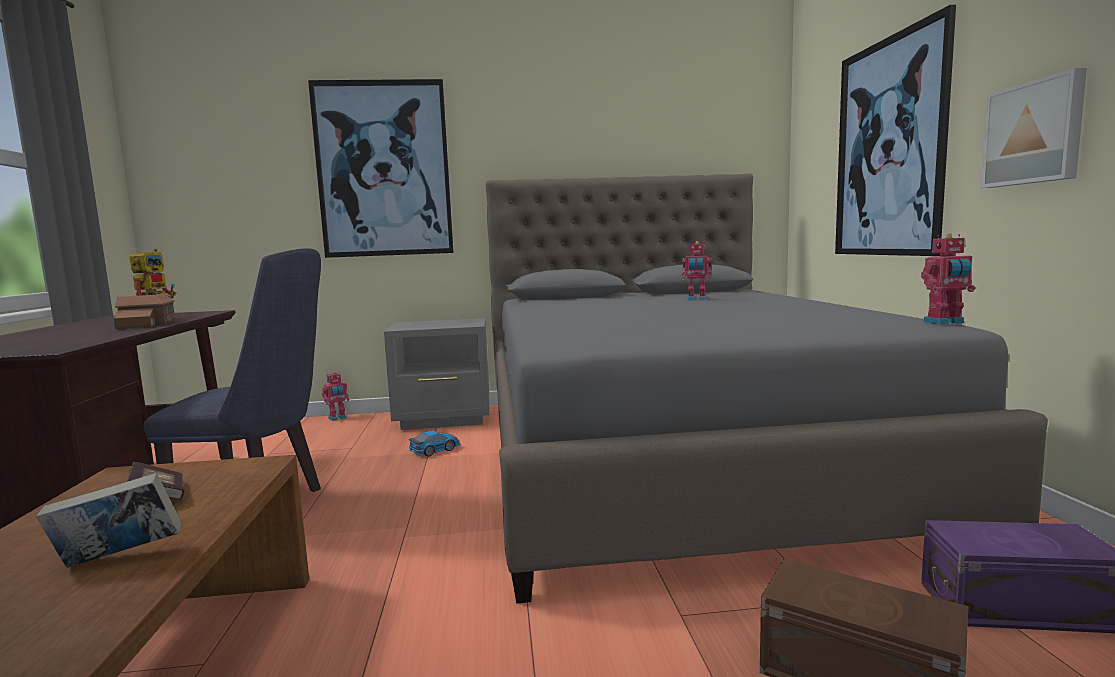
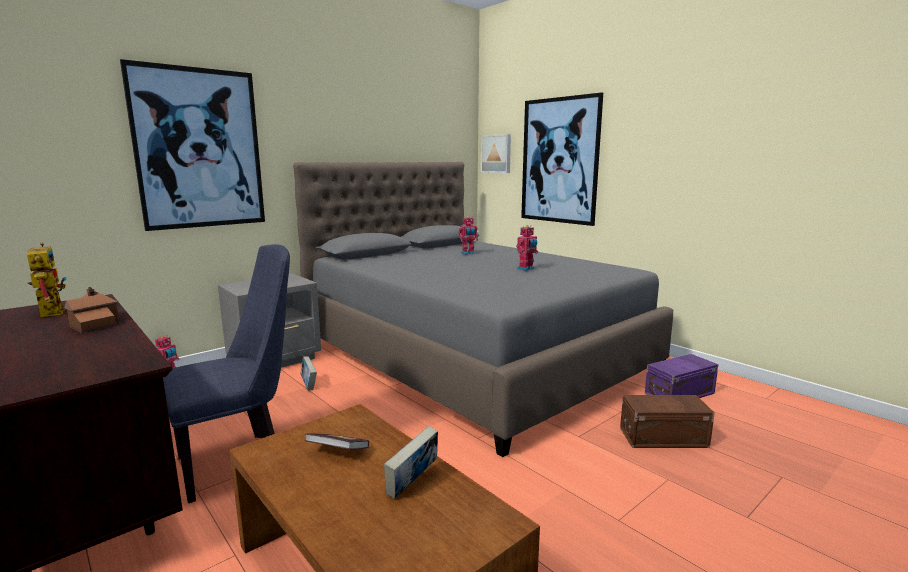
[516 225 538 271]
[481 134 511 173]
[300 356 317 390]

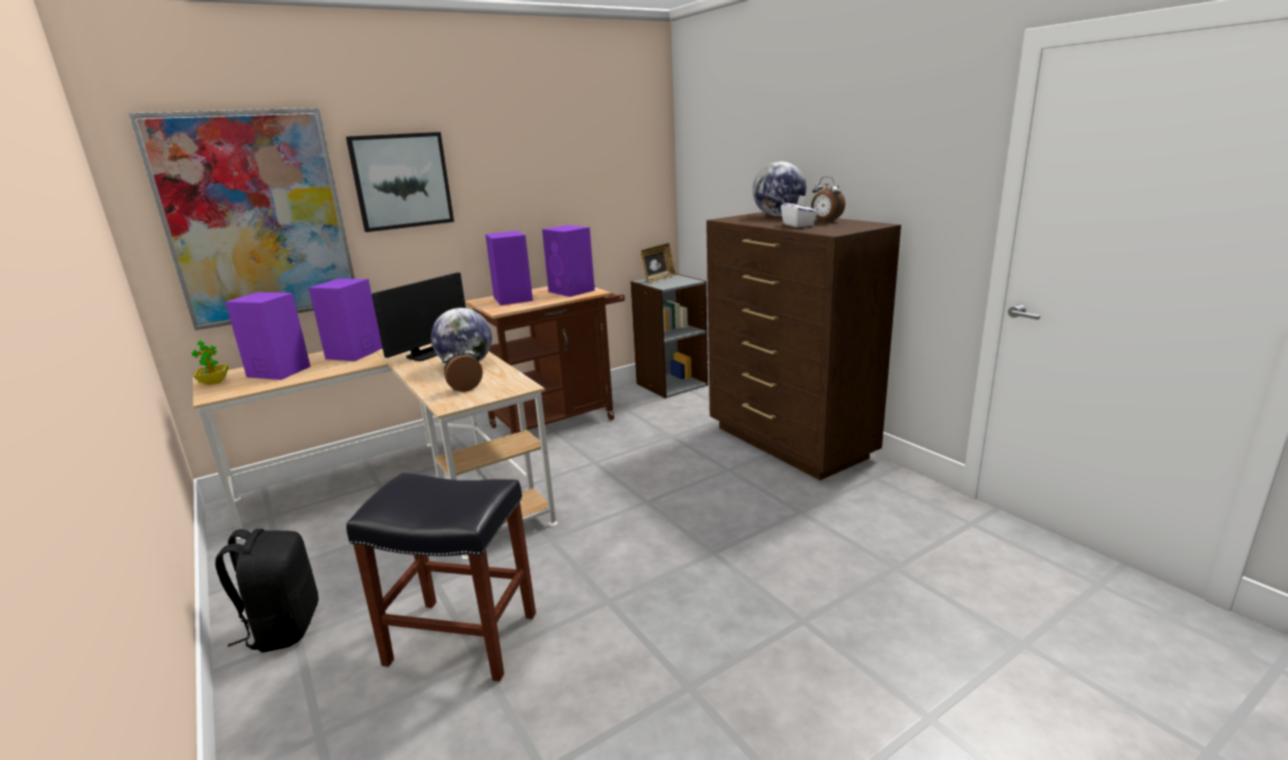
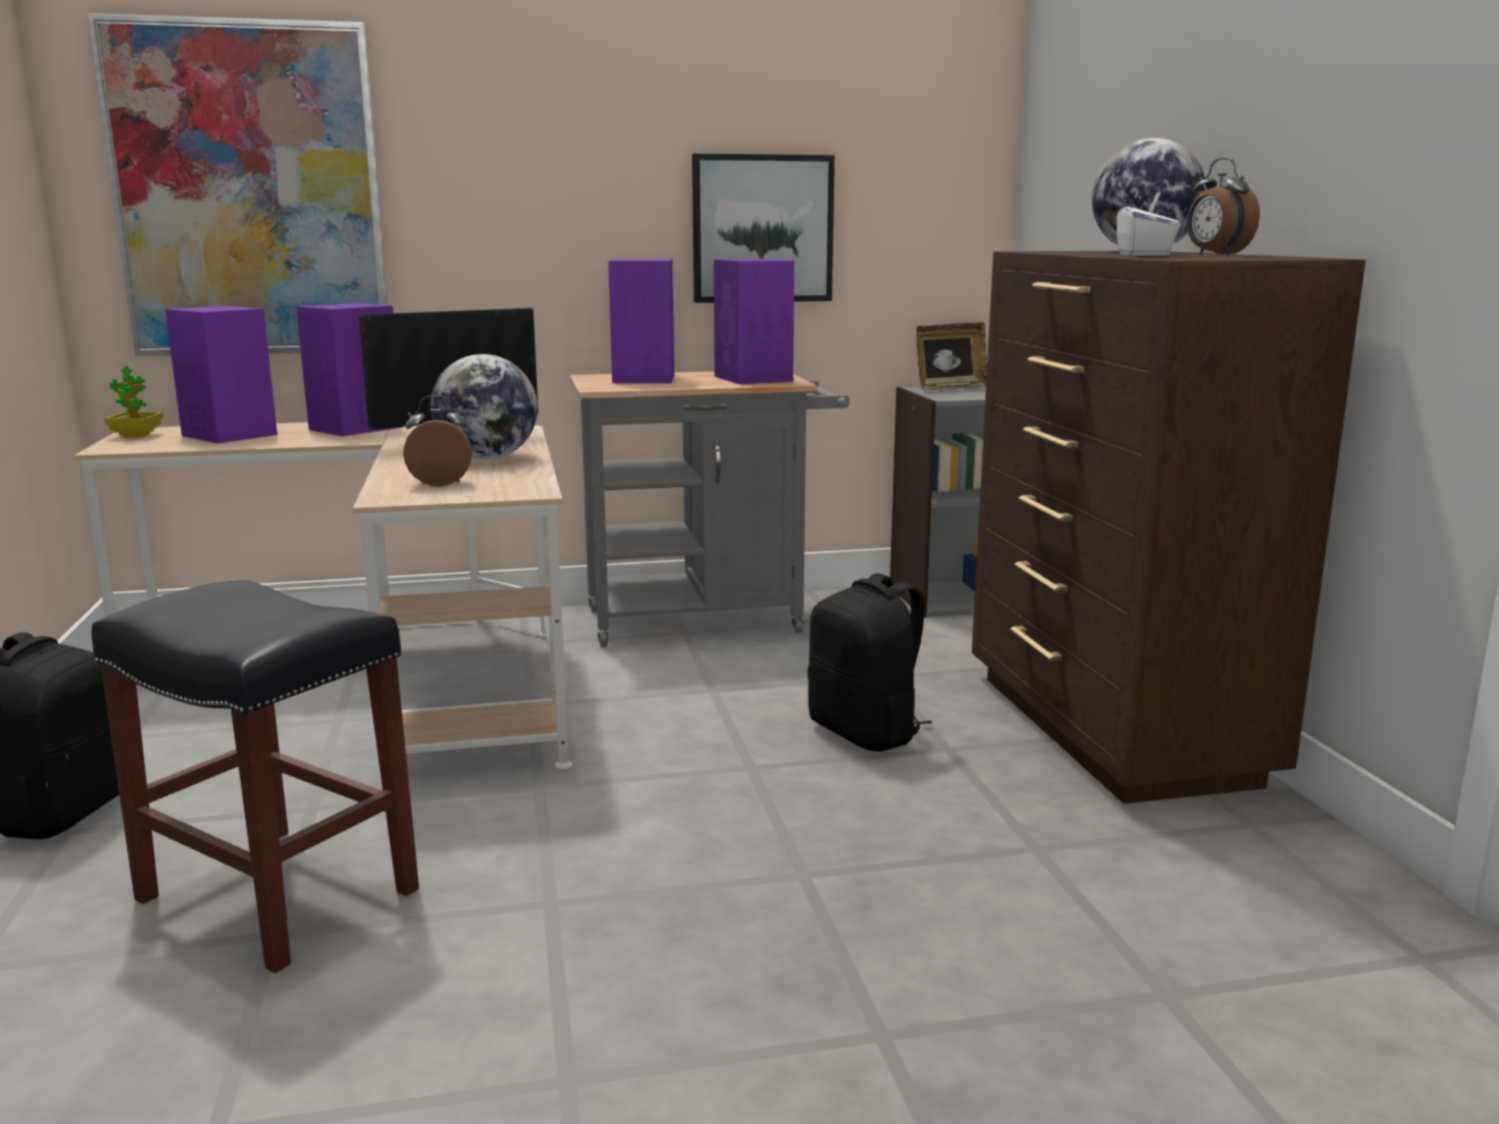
[808 573 932 752]
[692 154 835 303]
[570 371 849 647]

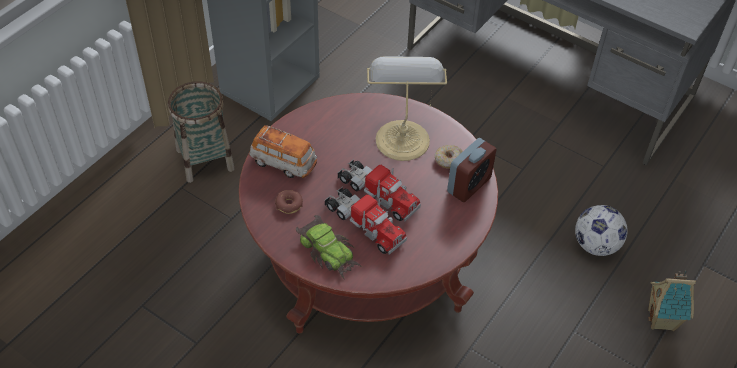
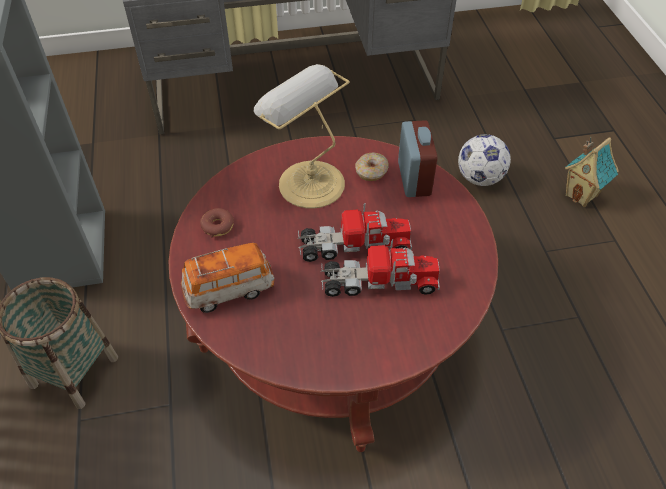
[296 215 362 278] (first image)
[200 208 234 238]

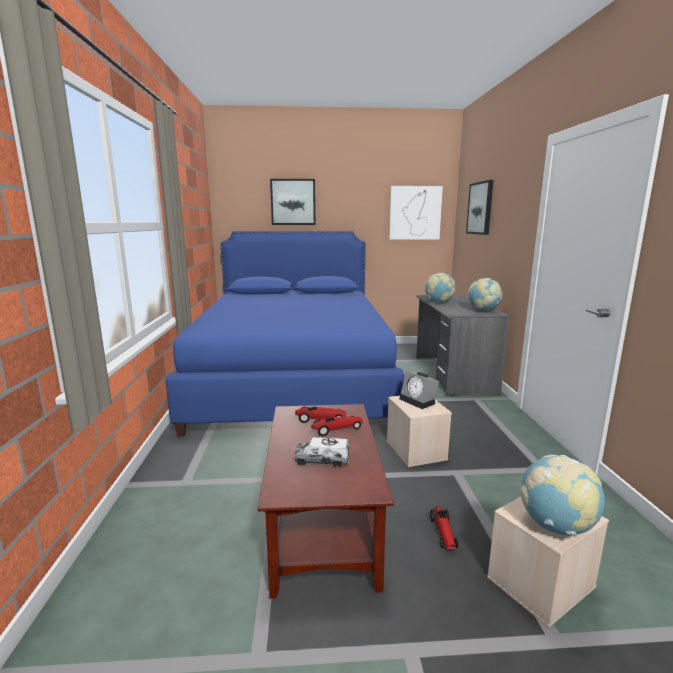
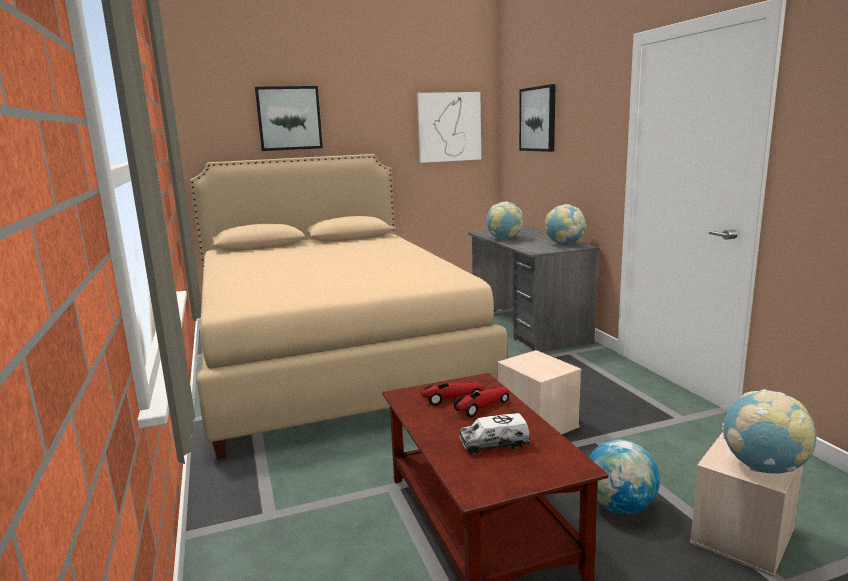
[399 371 439 409] (first image)
[589 440 660 514]
[190 154 507 459]

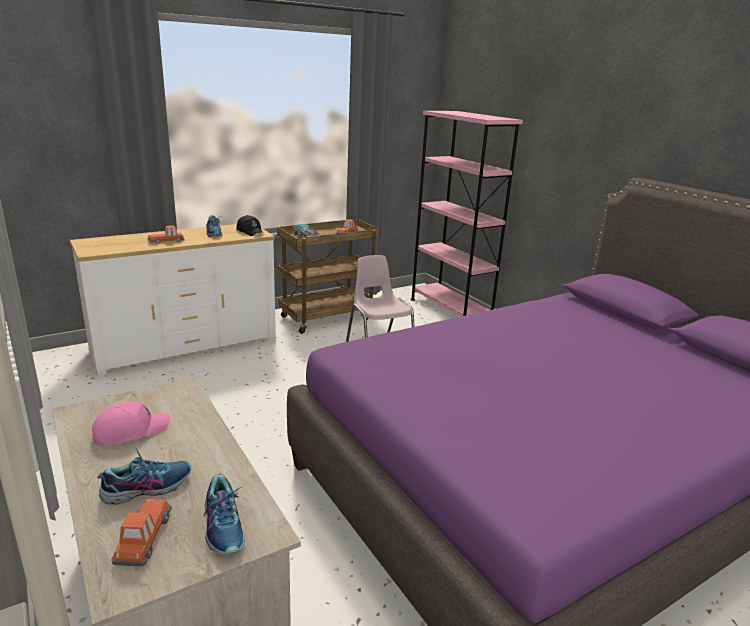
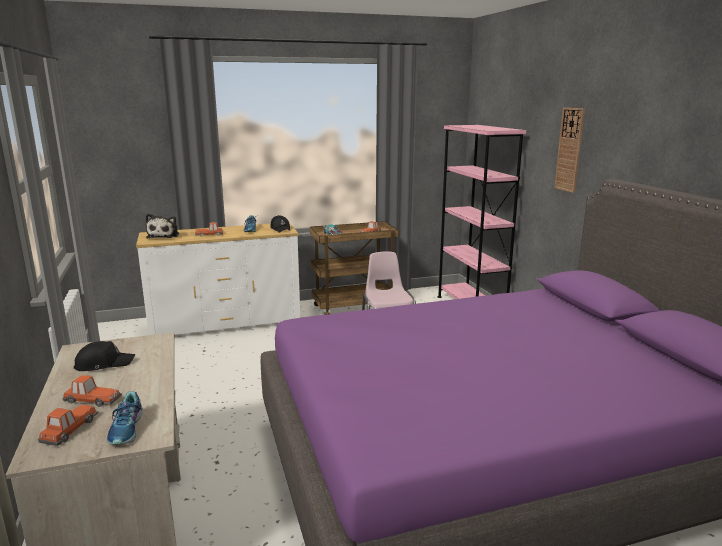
[146 214 179 238]
[554 108 585 193]
[62 375 122 407]
[74 341 135 371]

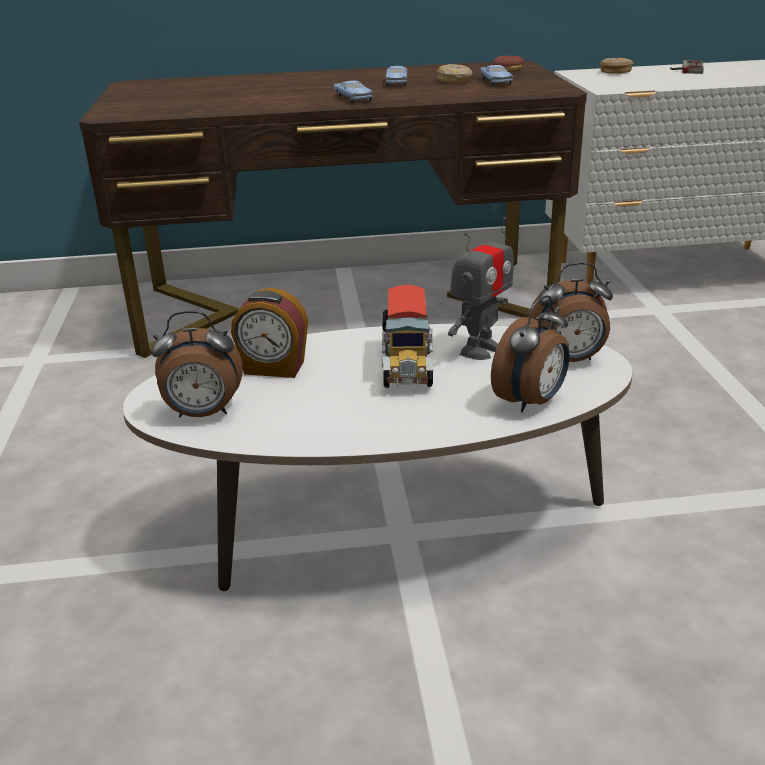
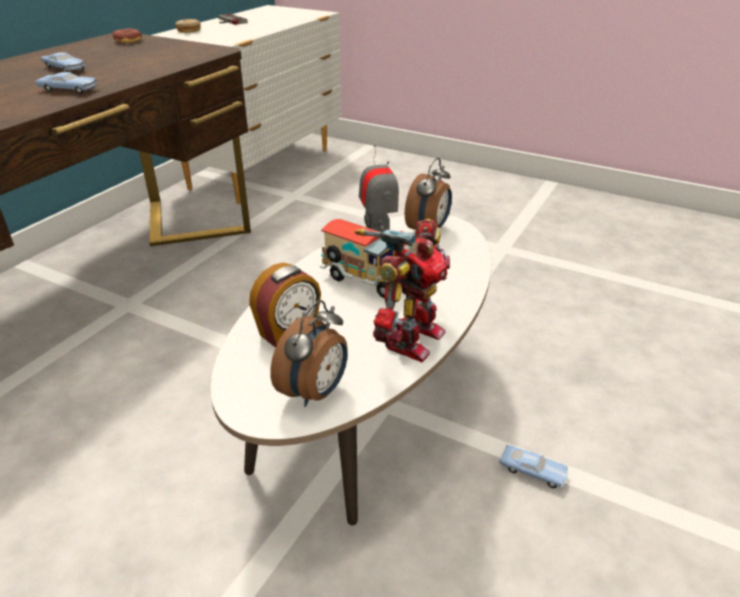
[437 64 472 83] (first image)
[491 295 569 413] (first image)
[354 219 450 362]
[499 445 568 488]

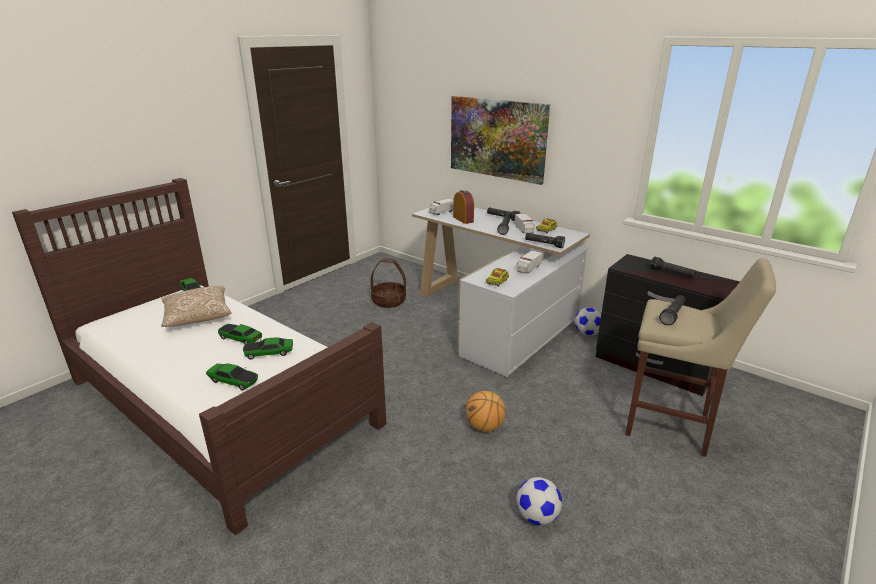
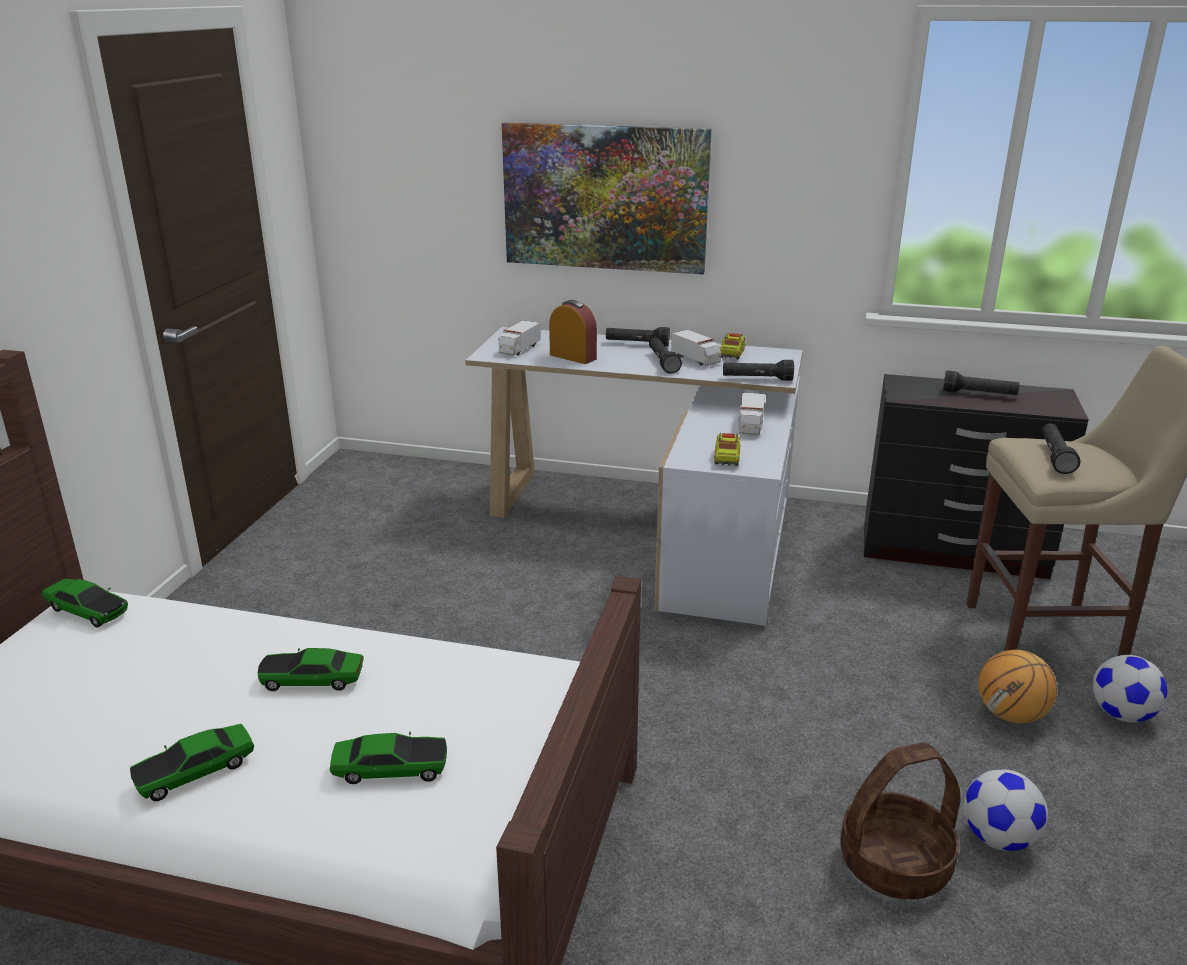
[161 286 231 327] (first image)
[130 724 254 801]
[840 742 961 899]
[978 649 1057 723]
[1093 655 1168 723]

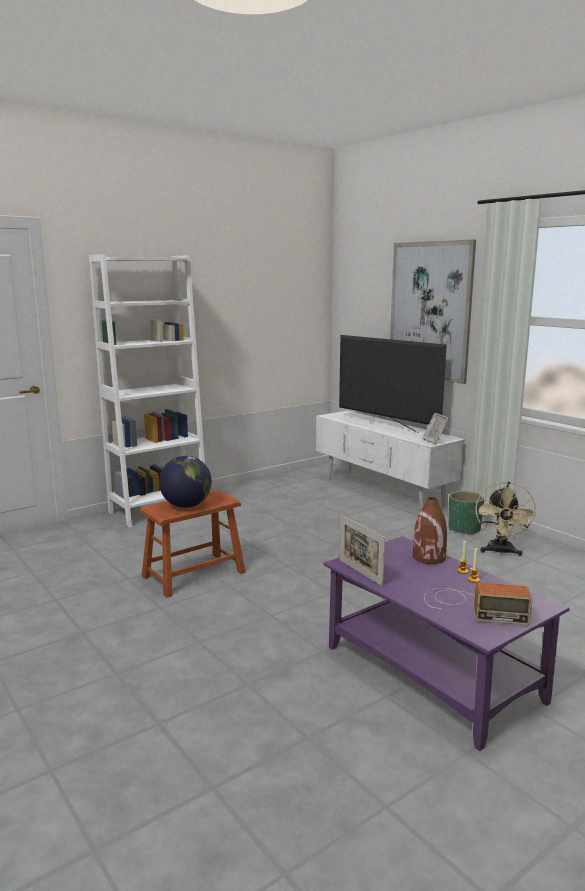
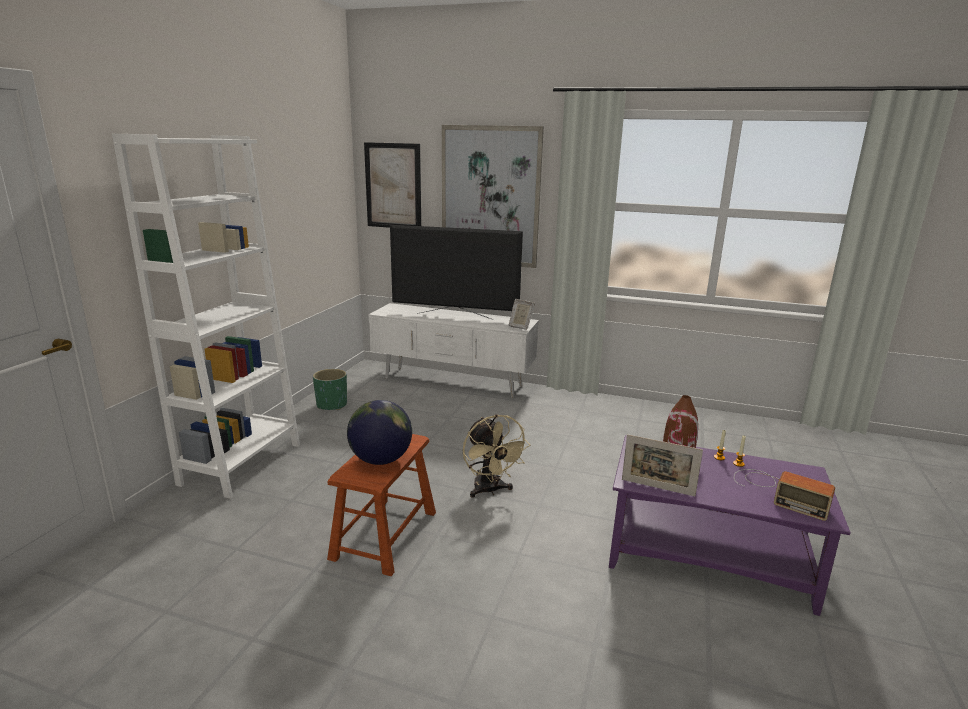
[364 142 421 228]
[313 369 347 410]
[463 414 530 498]
[734 469 835 521]

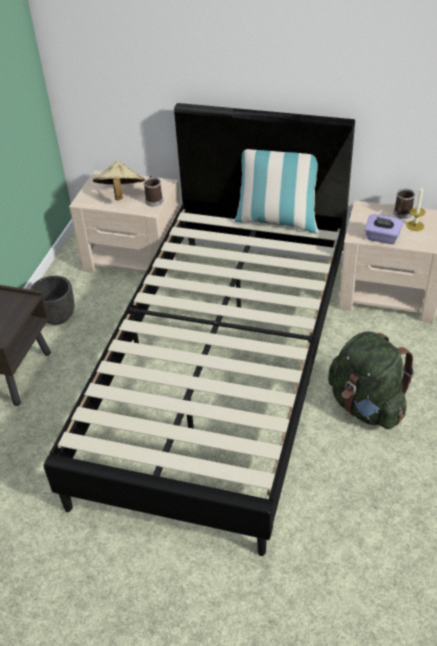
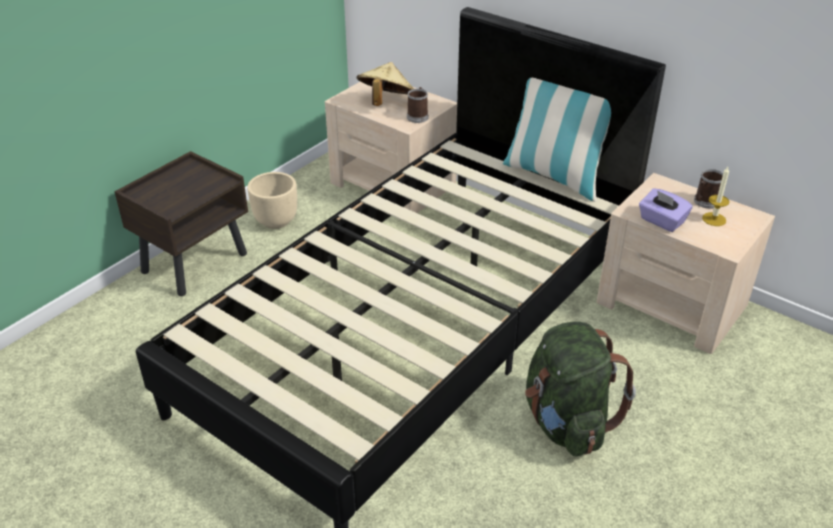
[247 172 297 229]

